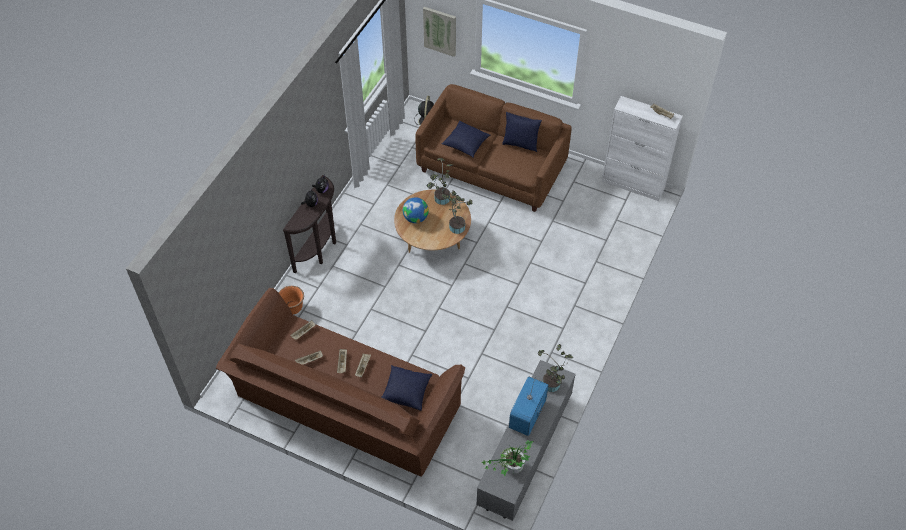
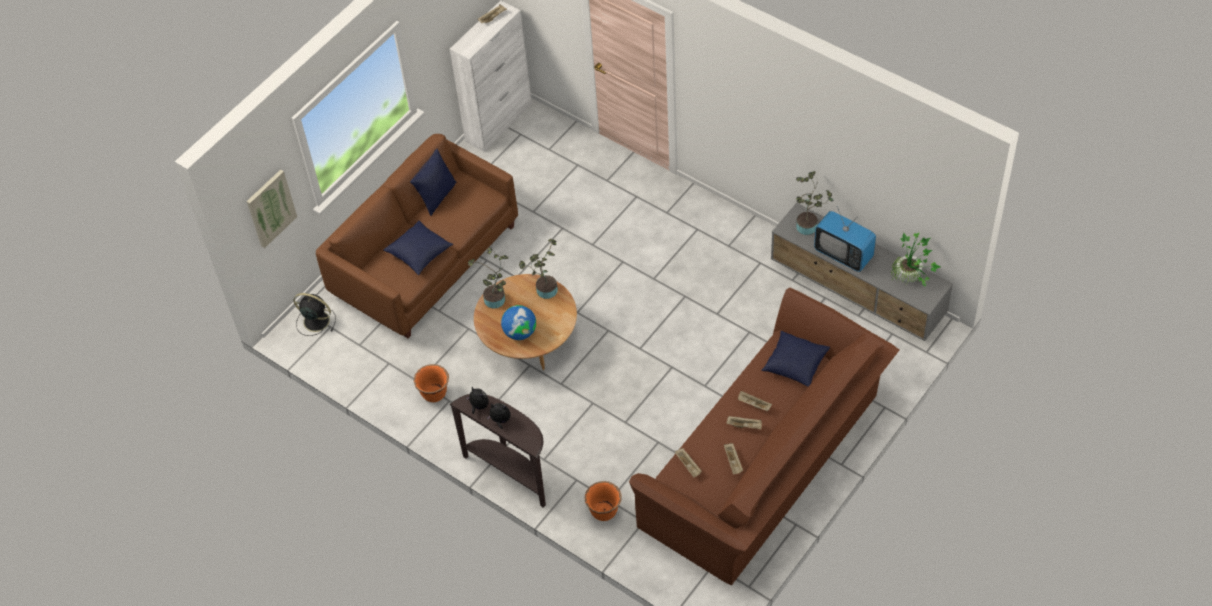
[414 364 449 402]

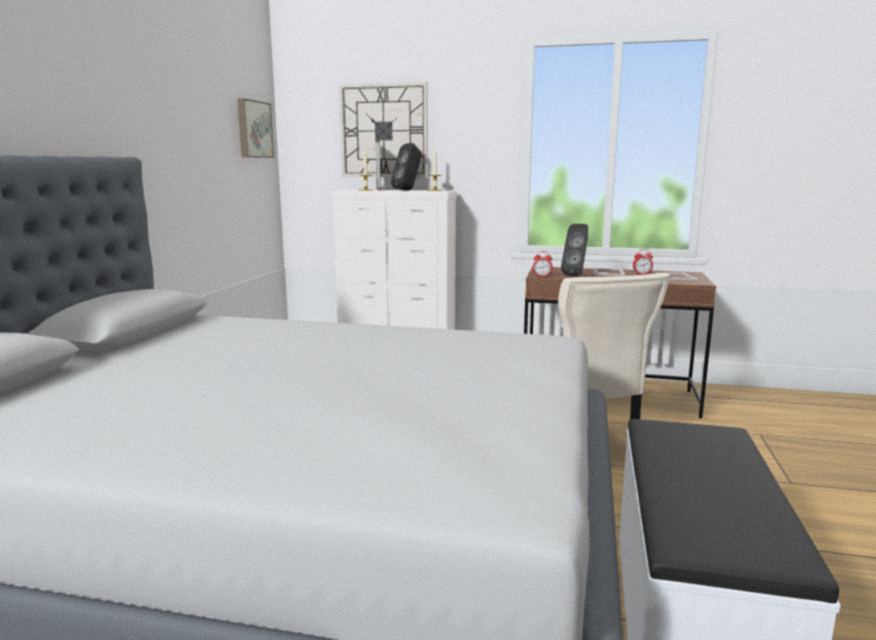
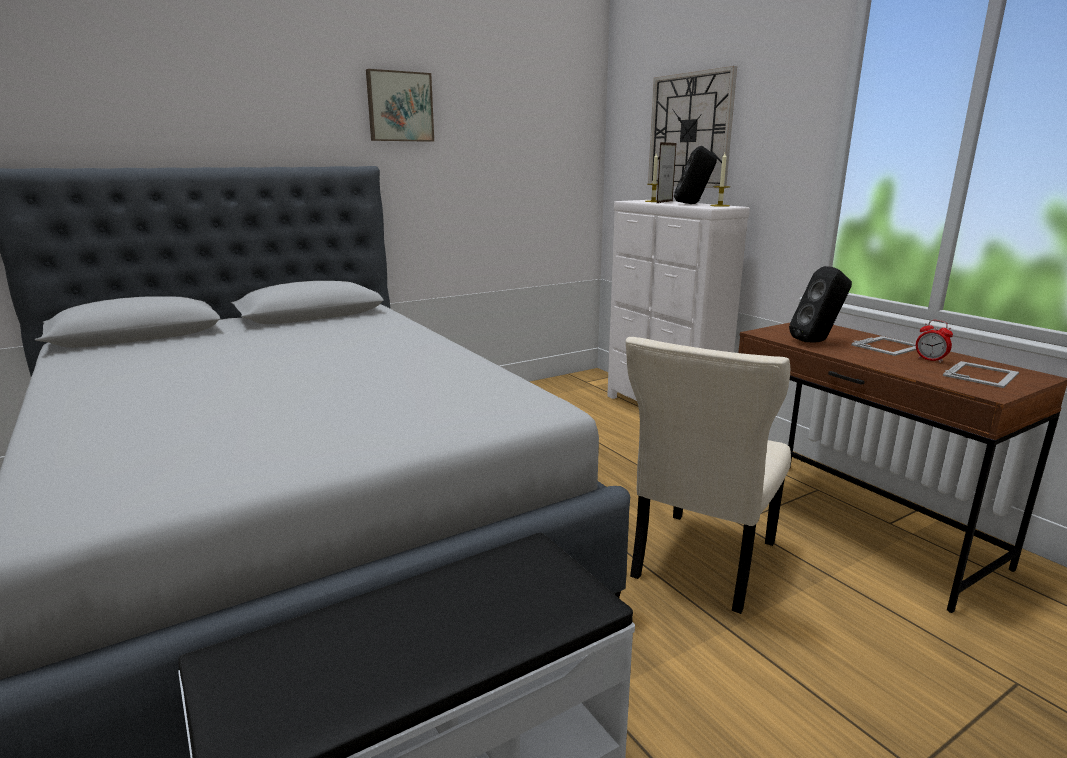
[533 251 552 278] (first image)
[366 69 434 142]

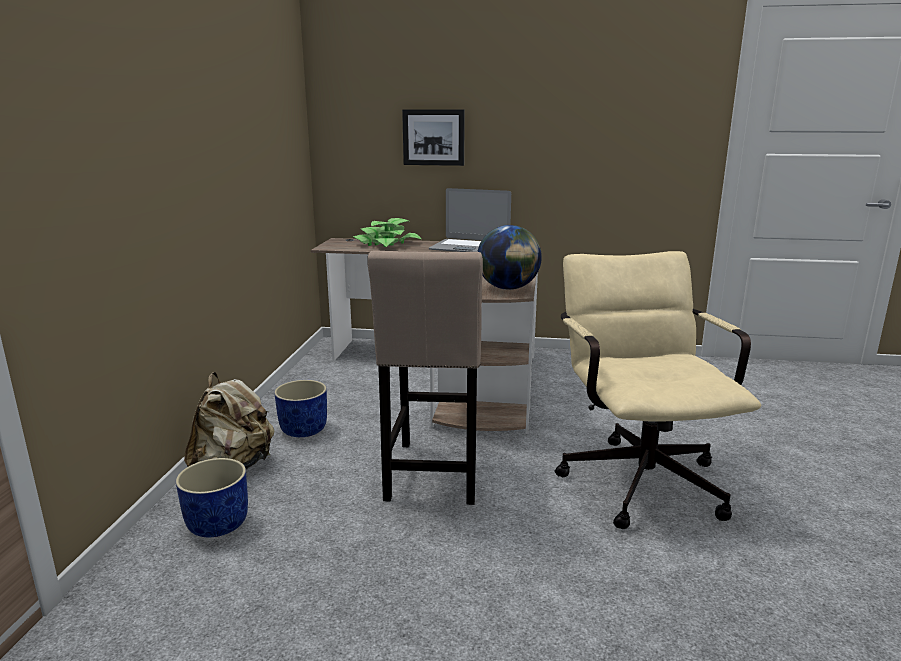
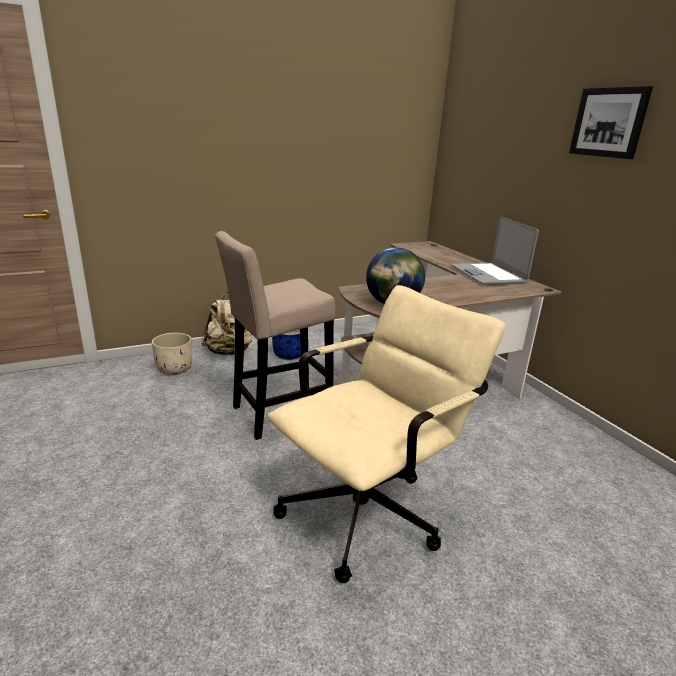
[353 218 421 247] (first image)
[569 86 653 159]
[152 333 192 375]

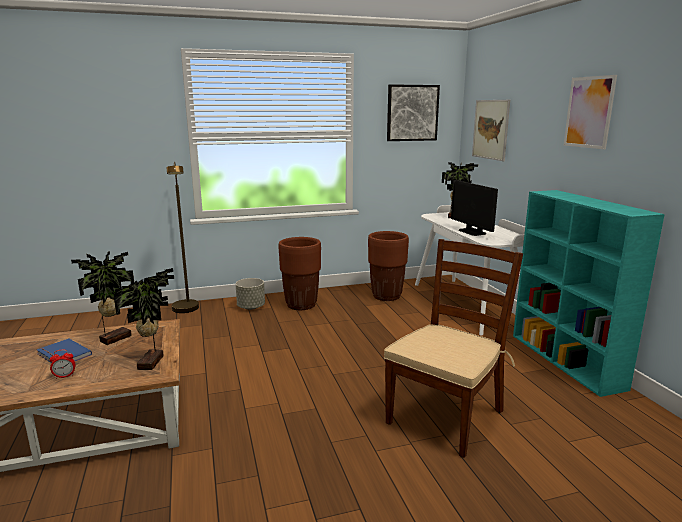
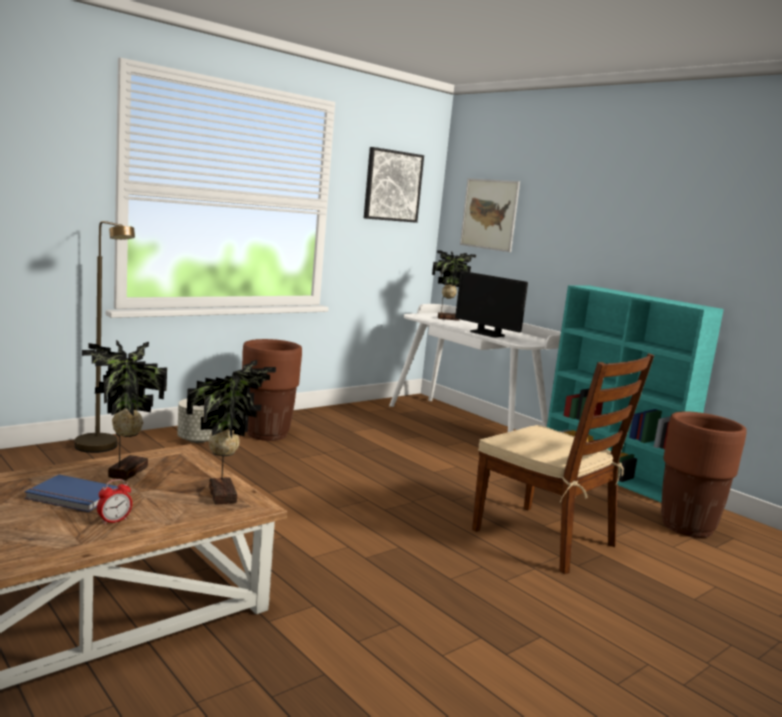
[564 75 617 149] (first image)
[661 411 747 538]
[472 353 654 574]

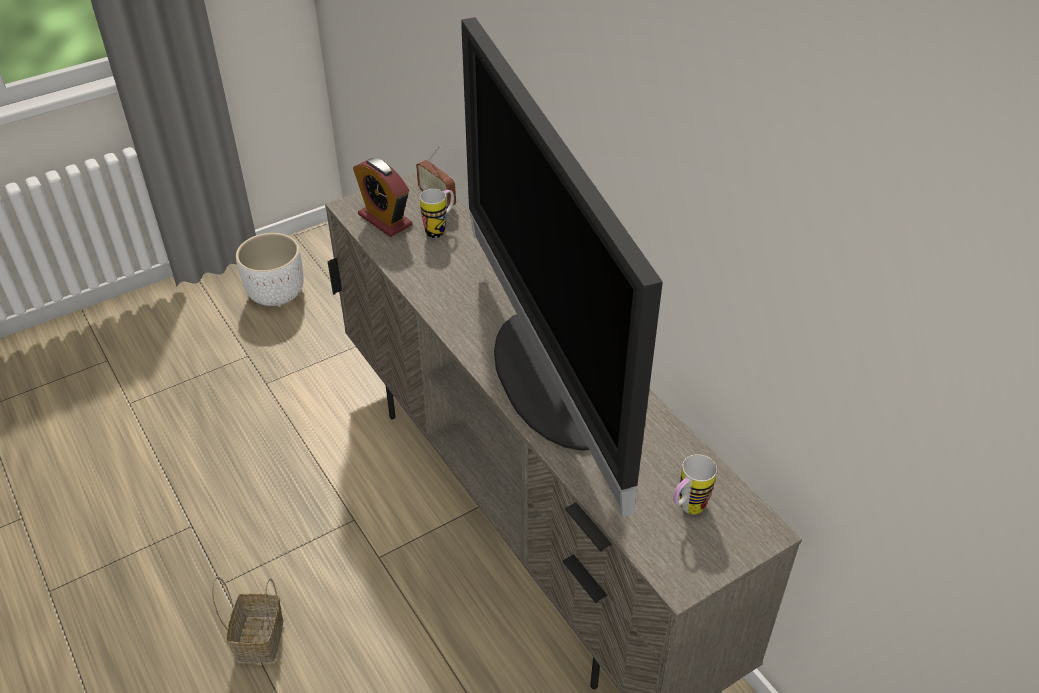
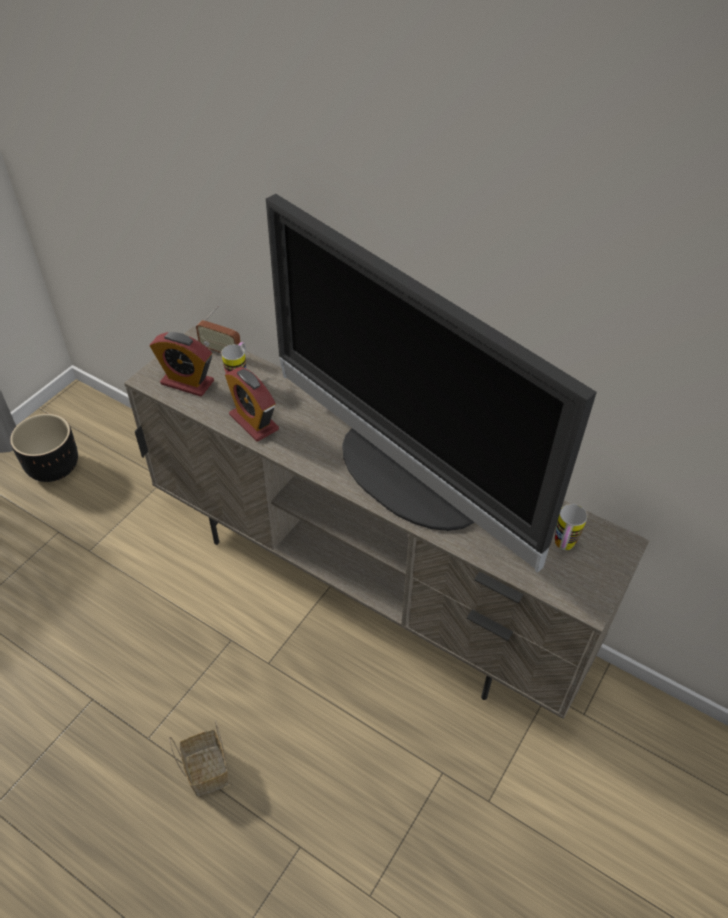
[225 367 279 442]
[10 414 78 482]

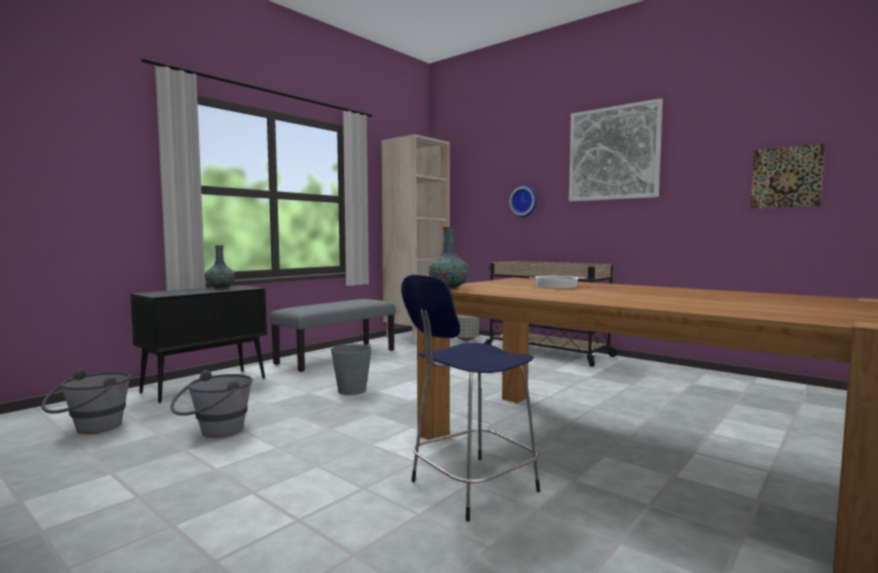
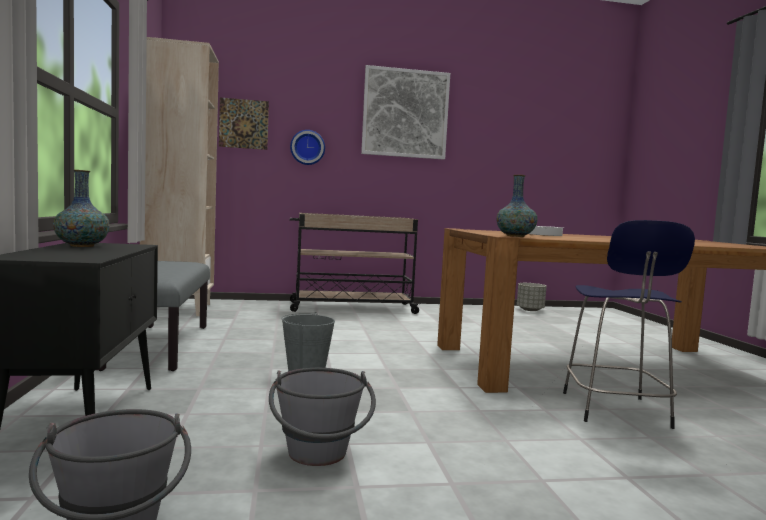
[517 283 546 311]
[219 98 269 150]

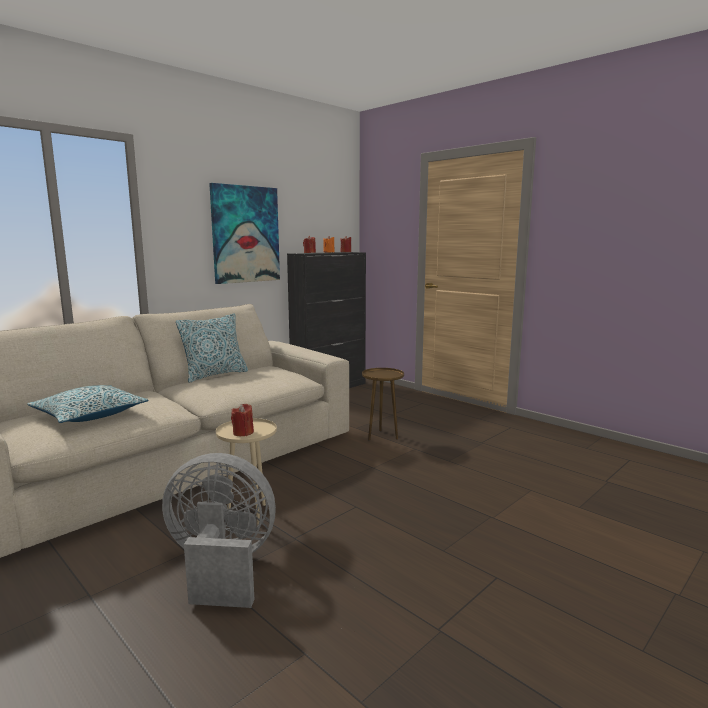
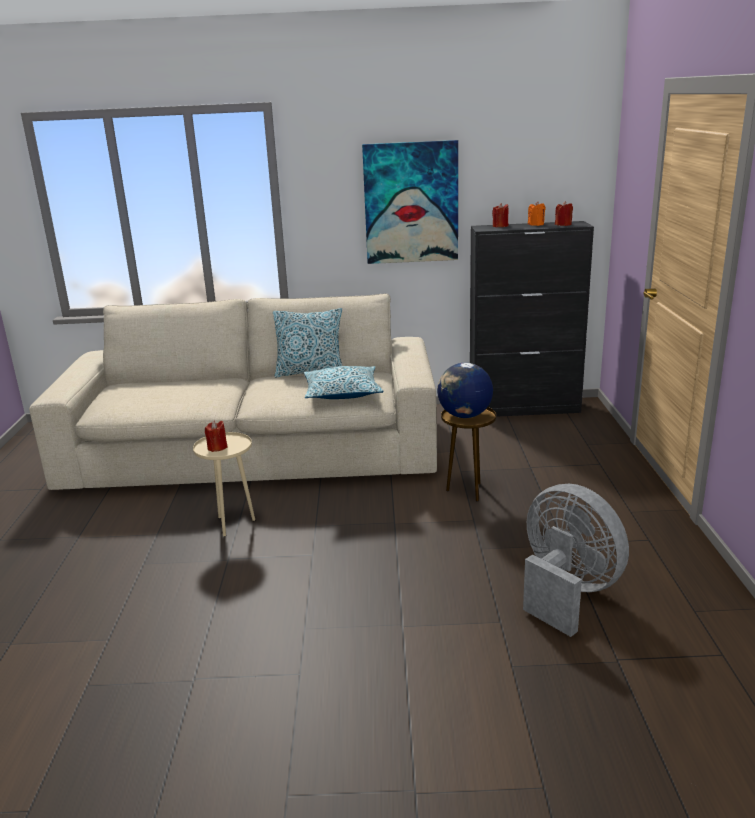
[437 363 493 418]
[304 366 384 399]
[523 484 629 637]

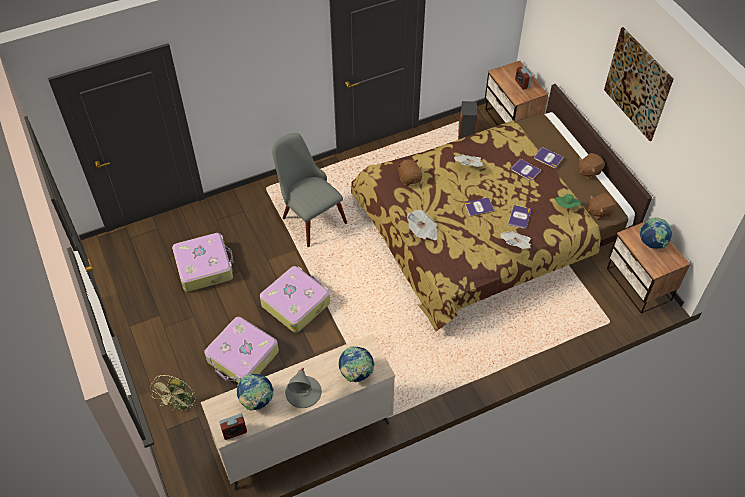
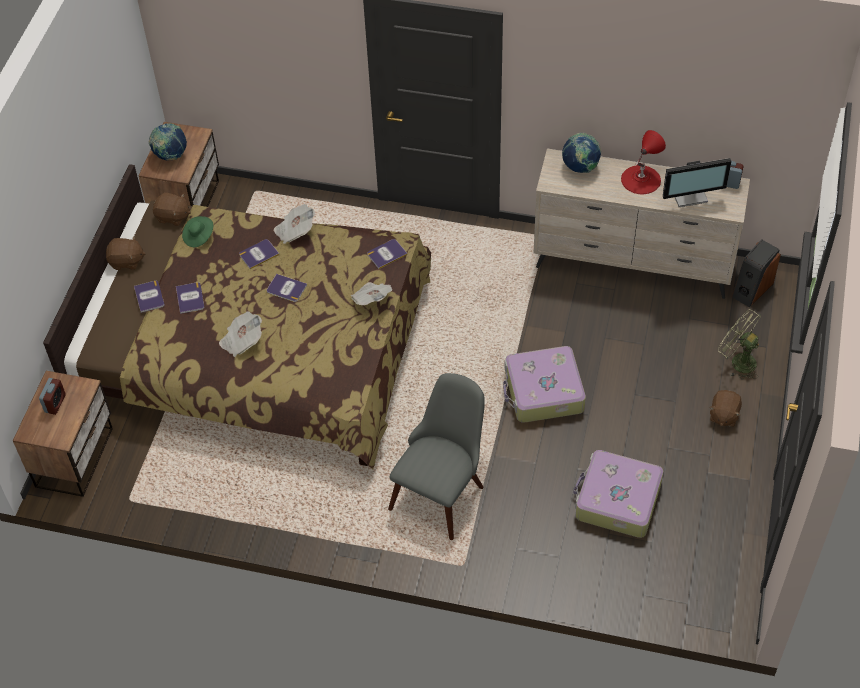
[204 317 279 383] (first image)
[604 27 674 141] (first image)
[367 239 408 269]
[709 390 742 427]
[732 239 781 307]
[663 158 731 207]
[621 130 666 194]
[718 309 761 380]
[388 373 485 540]

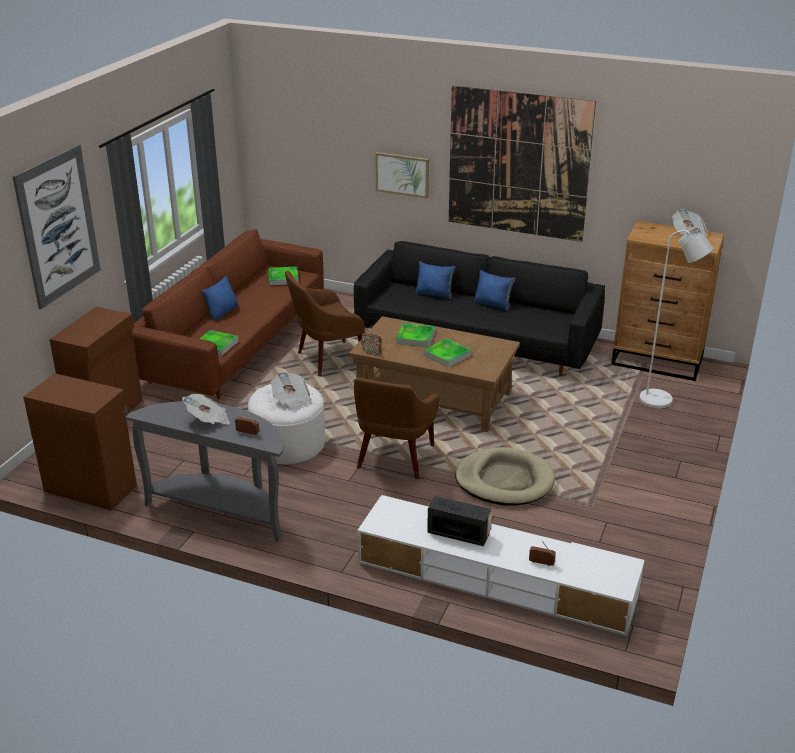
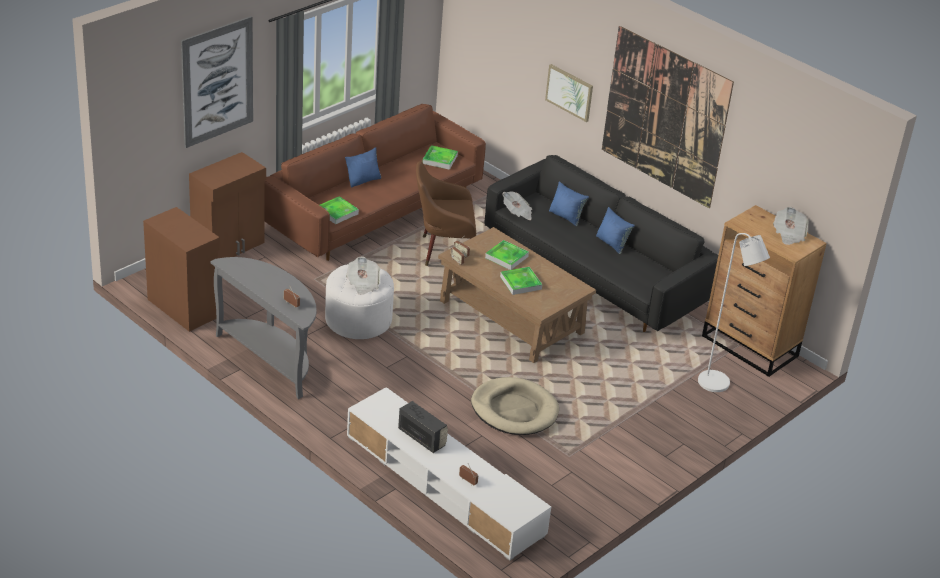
[354 377 440 479] (first image)
[503 191 532 220]

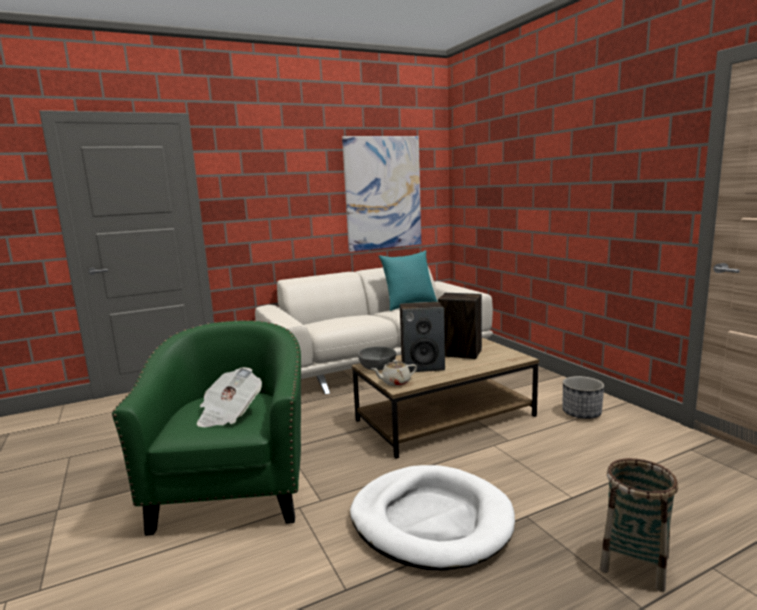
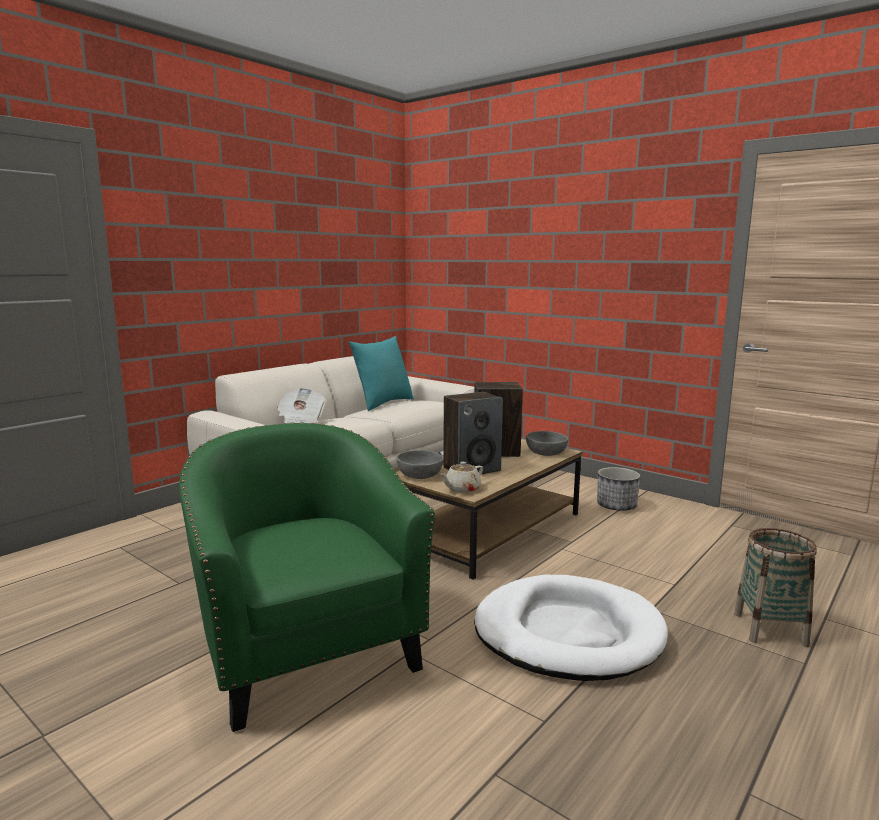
[342 136 421 252] (first image)
[526 431 568 456]
[277 388 326 423]

